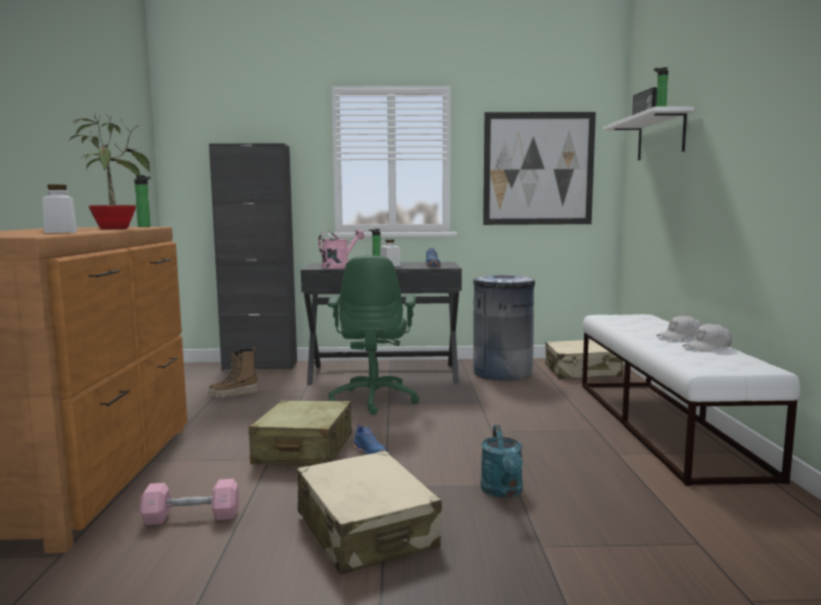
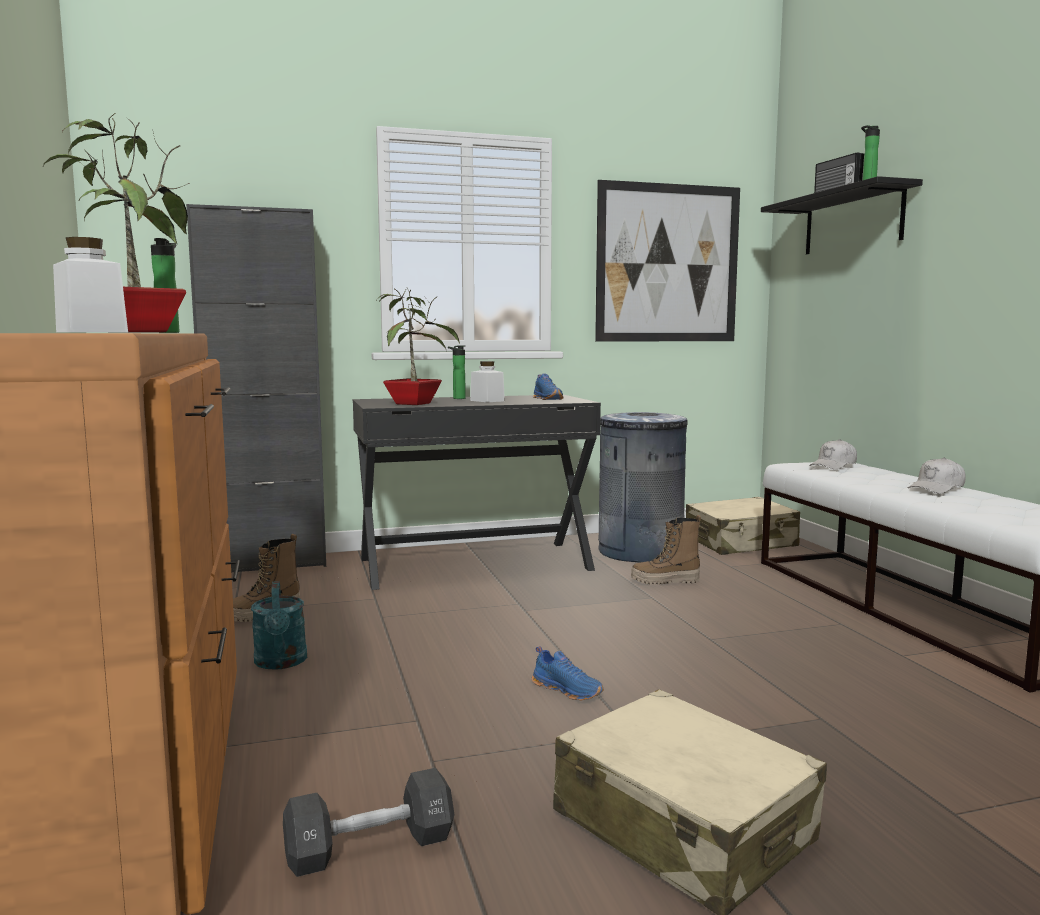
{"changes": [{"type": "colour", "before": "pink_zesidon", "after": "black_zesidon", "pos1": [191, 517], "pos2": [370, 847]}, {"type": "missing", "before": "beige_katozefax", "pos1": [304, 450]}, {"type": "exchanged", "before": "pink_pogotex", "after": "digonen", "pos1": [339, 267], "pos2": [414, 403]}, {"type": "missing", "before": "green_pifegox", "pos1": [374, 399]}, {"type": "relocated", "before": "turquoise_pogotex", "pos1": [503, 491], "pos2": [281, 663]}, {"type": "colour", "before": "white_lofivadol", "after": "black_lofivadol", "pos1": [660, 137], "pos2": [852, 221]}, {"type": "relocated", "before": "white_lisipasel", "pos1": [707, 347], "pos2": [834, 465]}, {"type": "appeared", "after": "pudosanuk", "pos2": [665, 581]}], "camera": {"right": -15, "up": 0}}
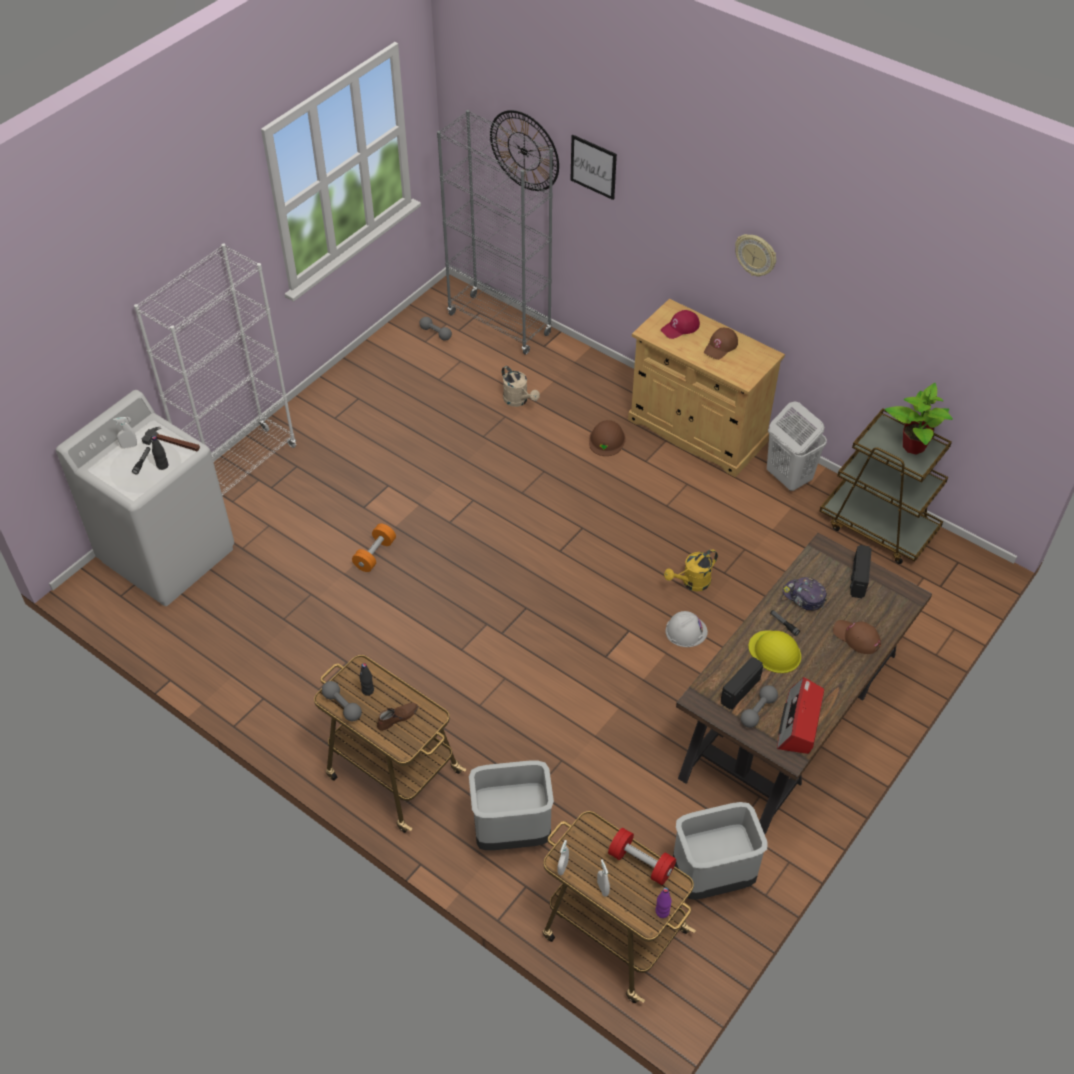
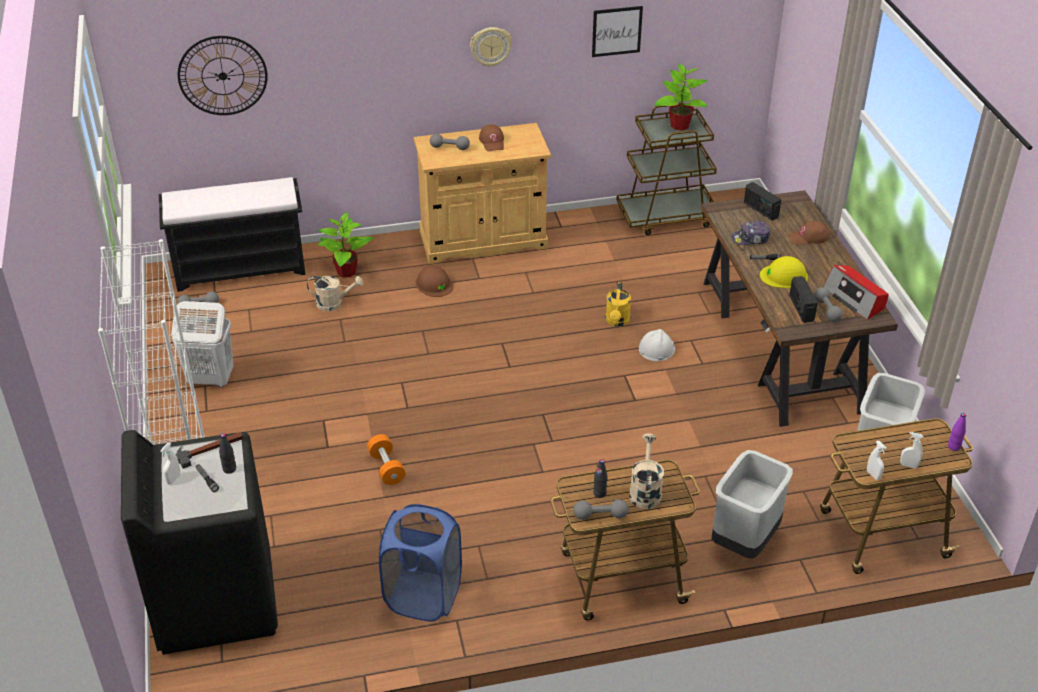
{"changes": [{"type": "colour", "before": "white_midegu", "after": "black_midegu", "pos1": [168, 554], "pos2": [215, 600]}, {"type": "exchanged", "before": "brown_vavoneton", "after": "beige_pogotex", "pos1": [397, 717], "pos2": [645, 491]}, {"type": "exchanged", "before": "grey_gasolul", "after": "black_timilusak", "pos1": [500, 324], "pos2": [241, 268]}, {"type": "relocated", "before": "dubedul", "pos1": [593, 167], "pos2": [616, 31]}, {"type": "missing", "before": "red_zesidon", "pos1": [641, 863]}, {"type": "exchanged", "before": "red_lisipasel", "after": "grey_zesidon", "pos1": [680, 328], "pos2": [449, 147]}, {"type": "relocated", "before": "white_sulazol", "pos1": [788, 477], "pos2": [210, 379]}, {"type": "appeared", "after": "digonen", "pos2": [346, 272]}, {"type": "appeared", "after": "blue_sulazol", "pos2": [423, 596]}], "camera": {"right": -50, "up": -10}}
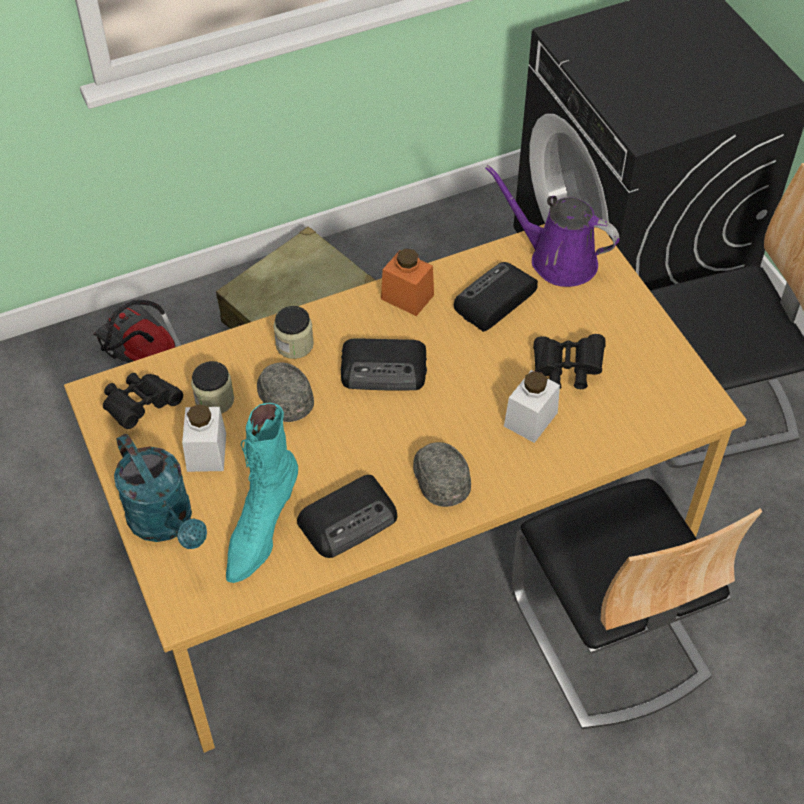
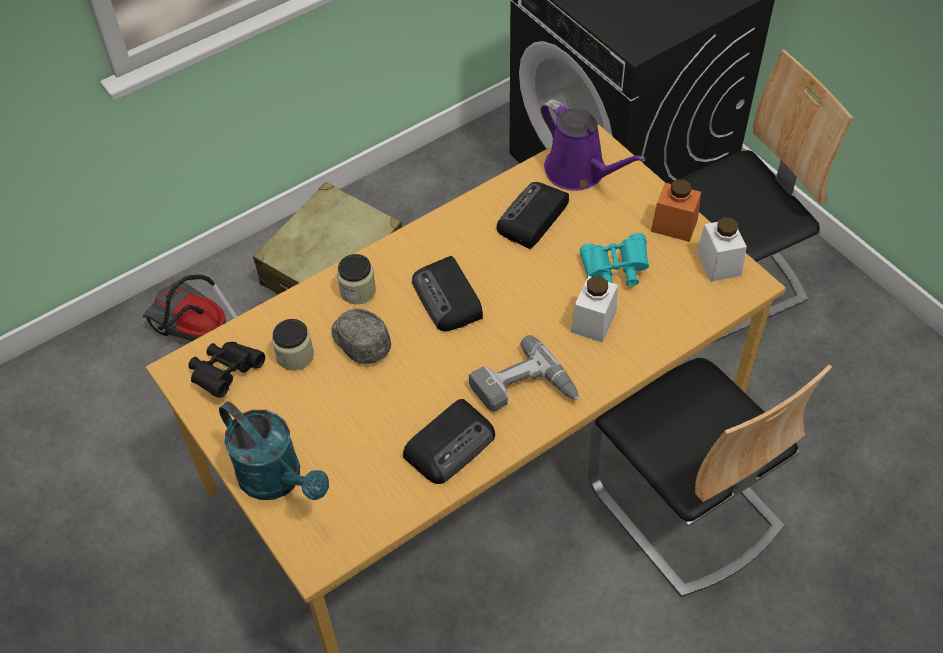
{"changes": [{"type": "relocated", "before": "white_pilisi", "pos1": [206, 452], "pos2": [719, 263]}, {"type": "missing", "before": "turquoise_pudosanuk", "pos1": [261, 530]}, {"type": "spun", "before": "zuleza", "pos1": [385, 369], "pos2": [448, 299], "turn": 75}, {"type": "relocated", "before": "orange_pilisi", "pos1": [407, 297], "pos2": [674, 225]}, {"type": "exchanged", "before": "grey_lisipasel", "after": "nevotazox", "pos1": [439, 478], "pos2": [524, 390]}, {"type": "spun", "before": "purple_pogotex", "pos1": [557, 259], "pos2": [579, 172], "turn": -150}, {"type": "colour", "before": "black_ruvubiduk", "after": "turquoise_ruvubiduk", "pos1": [566, 370], "pos2": [614, 271]}], "camera": {"right": -10, "up": 0}}
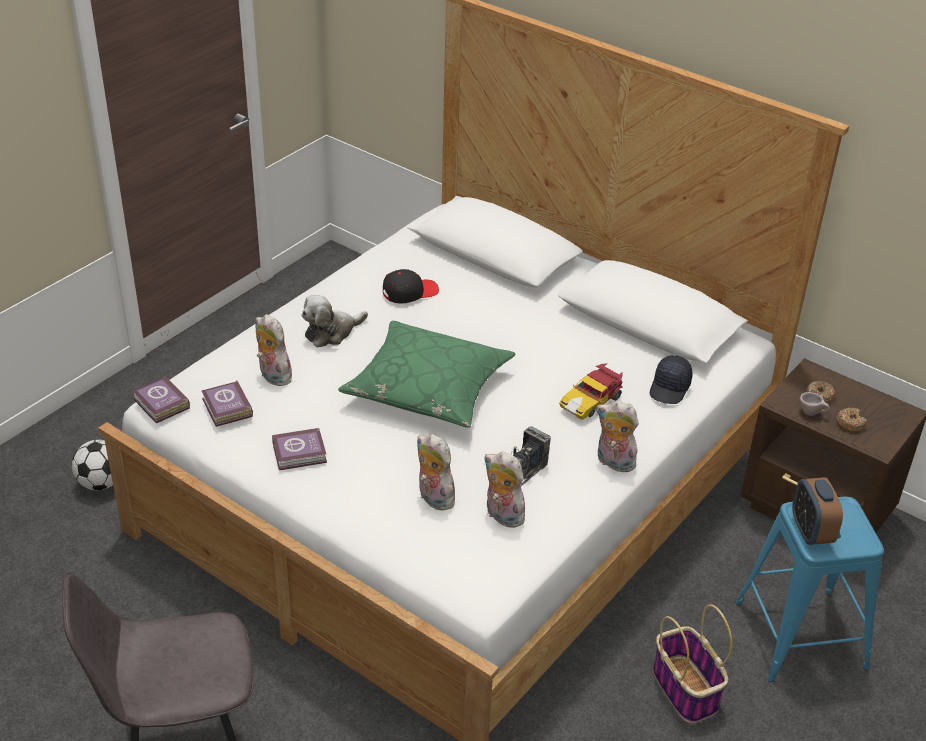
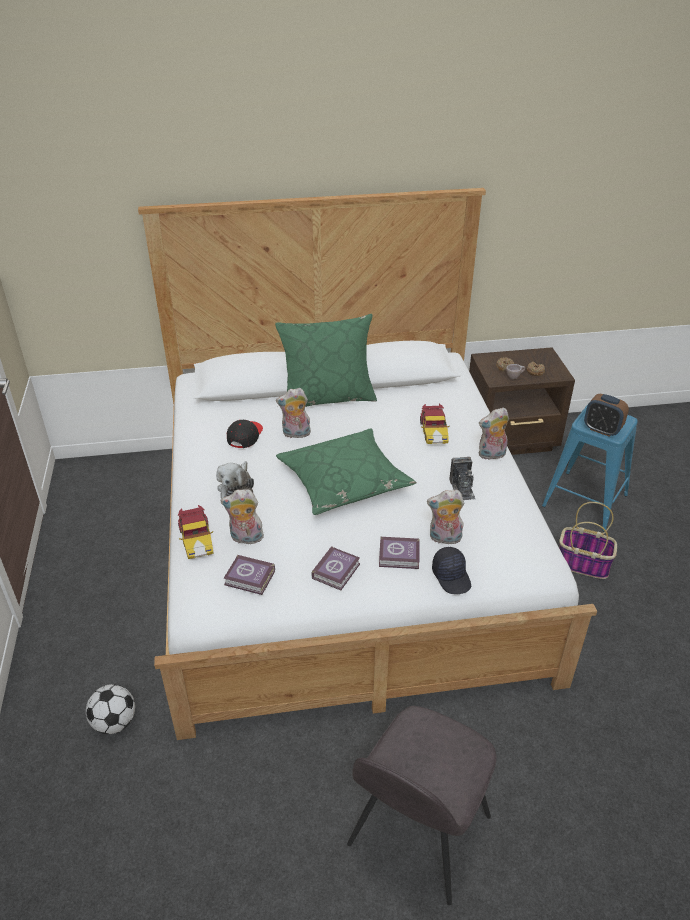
{"changes": [{"type": "relocated", "before": "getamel", "pos1": [161, 405], "pos2": [400, 556]}, {"type": "relocated", "before": "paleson", "pos1": [501, 516], "pos2": [295, 434]}, {"type": "relocated", "before": "black_lisipasel", "pos1": [670, 388], "pos2": [452, 576]}, {"type": "appeared", "after": "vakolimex", "pos2": [196, 540]}, {"type": "appeared", "after": "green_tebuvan", "pos2": [327, 397]}], "camera": {"right": -45, "up": 0}}
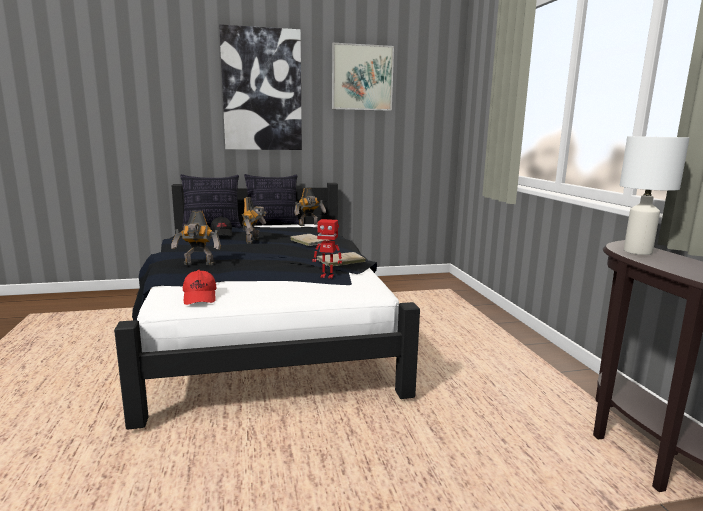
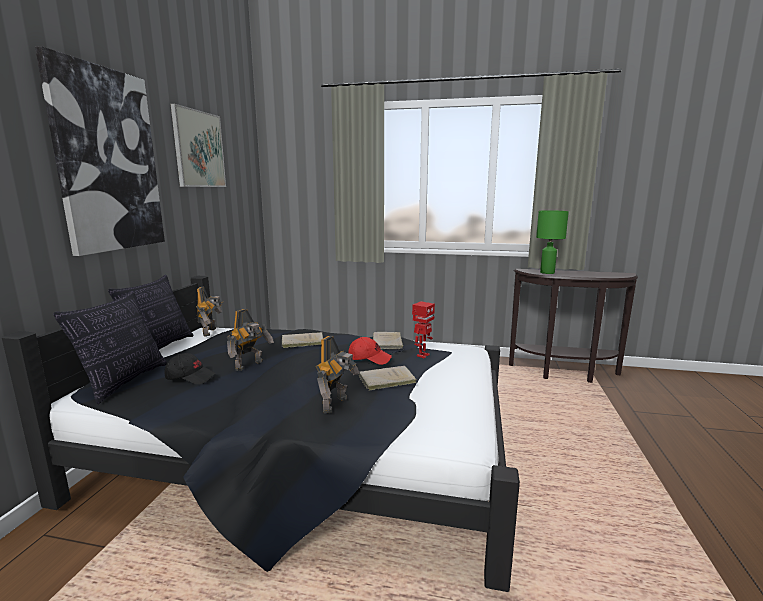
{"changes": [{"type": "relocated", "before": "red_lisipasel", "pos1": [200, 297], "pos2": [369, 358]}, {"type": "spun", "before": "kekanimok", "pos1": [254, 241], "pos2": [250, 365], "turn": 90}, {"type": "colour", "before": "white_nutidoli", "after": "green_nutidoli", "pos1": [638, 252], "pos2": [547, 272]}, {"type": "appeared", "after": "beige_getamel", "pos2": [385, 380]}], "camera": {"right": -65, "up": 0}}
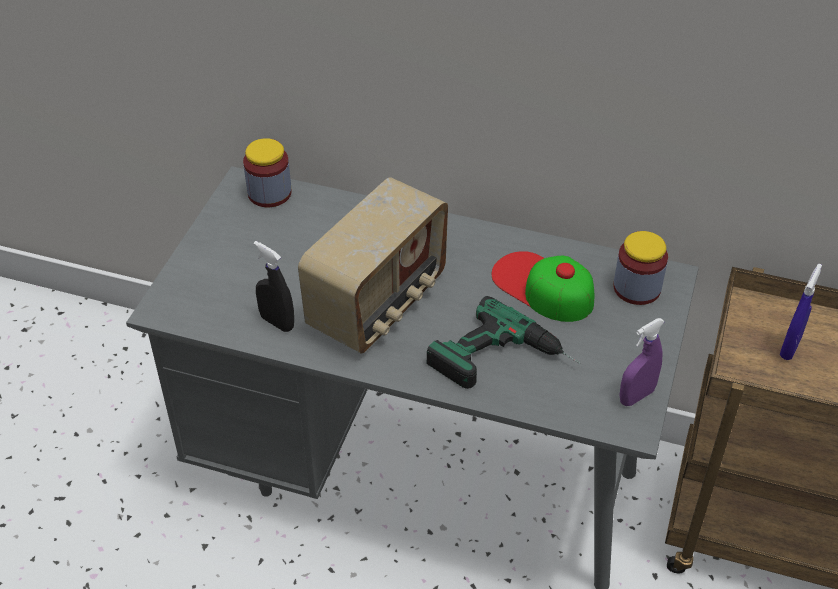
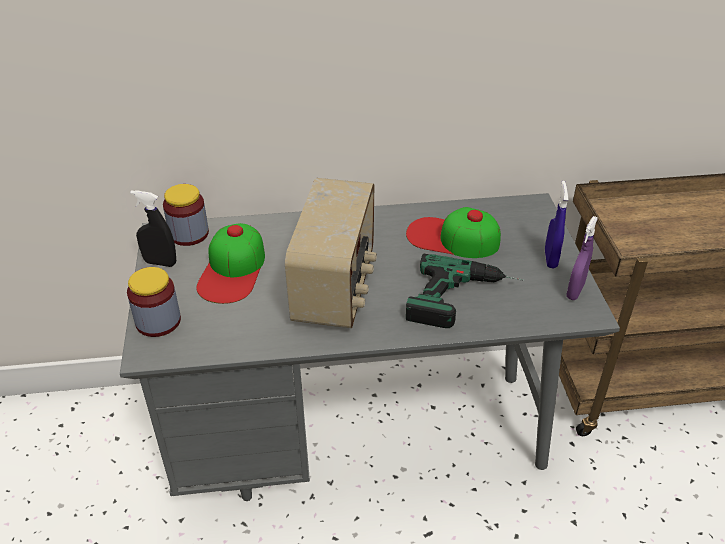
{"changes": [{"type": "relocated", "before": "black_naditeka", "pos1": [277, 322], "pos2": [160, 263]}, {"type": "relocated", "before": "pilisi", "pos1": [637, 288], "pos2": [158, 321]}, {"type": "relocated", "before": "blue_naditeka", "pos1": [790, 347], "pos2": [550, 259]}, {"type": "appeared", "after": "lisipasel", "pos2": [233, 270]}], "camera": {"right": -25, "up": -5}}
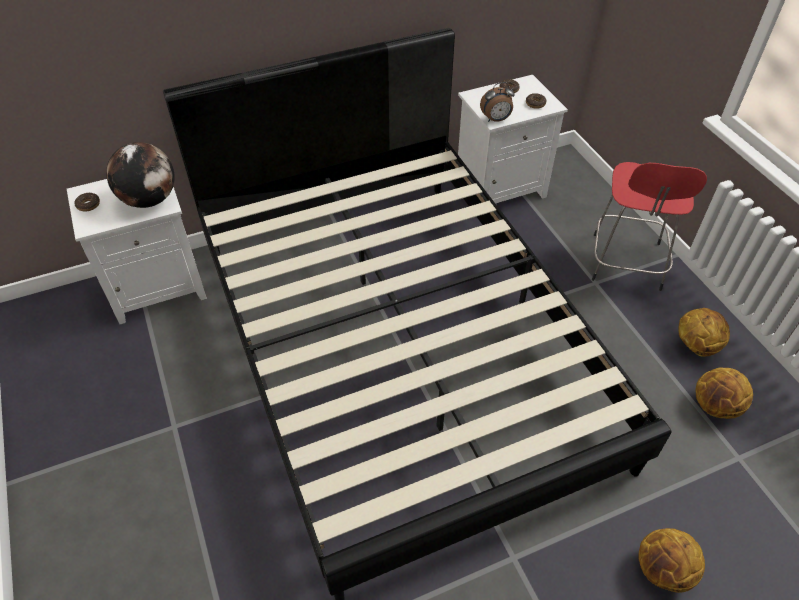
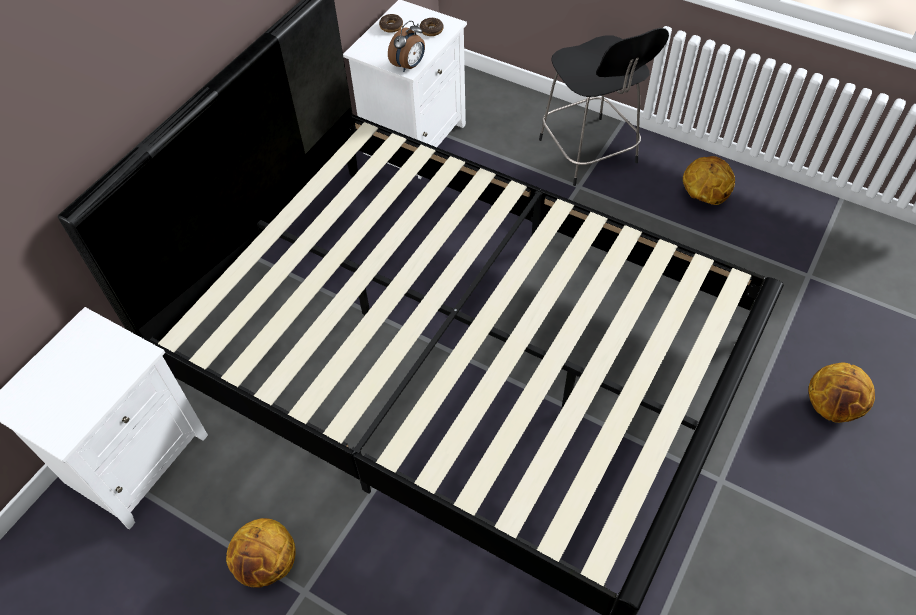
{"changes": [{"type": "missing", "before": "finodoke", "pos1": [88, 205]}, {"type": "missing", "before": "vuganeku", "pos1": [150, 200]}, {"type": "colour", "before": "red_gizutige", "after": "black_gizutige", "pos1": [626, 264], "pos2": [589, 153]}, {"type": "relocated", "before": "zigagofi", "pos1": [715, 407], "pos2": [268, 564]}], "camera": {"right": -35, "up": 5}}
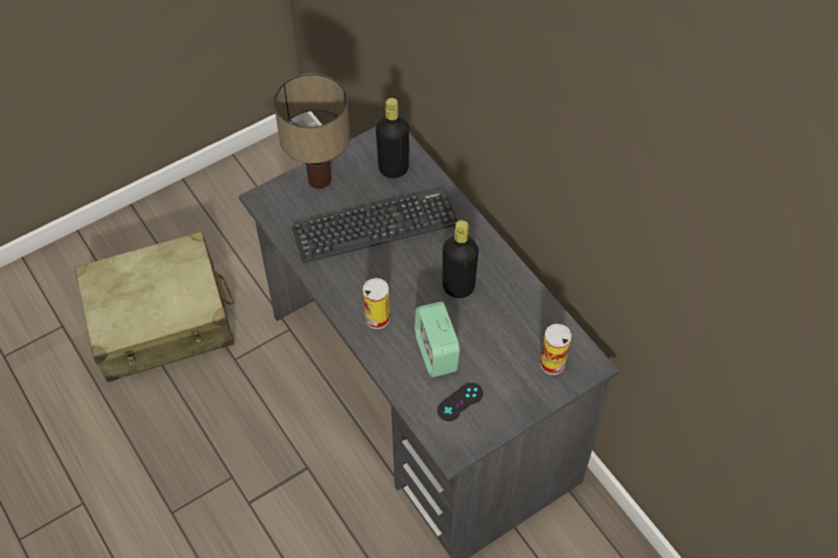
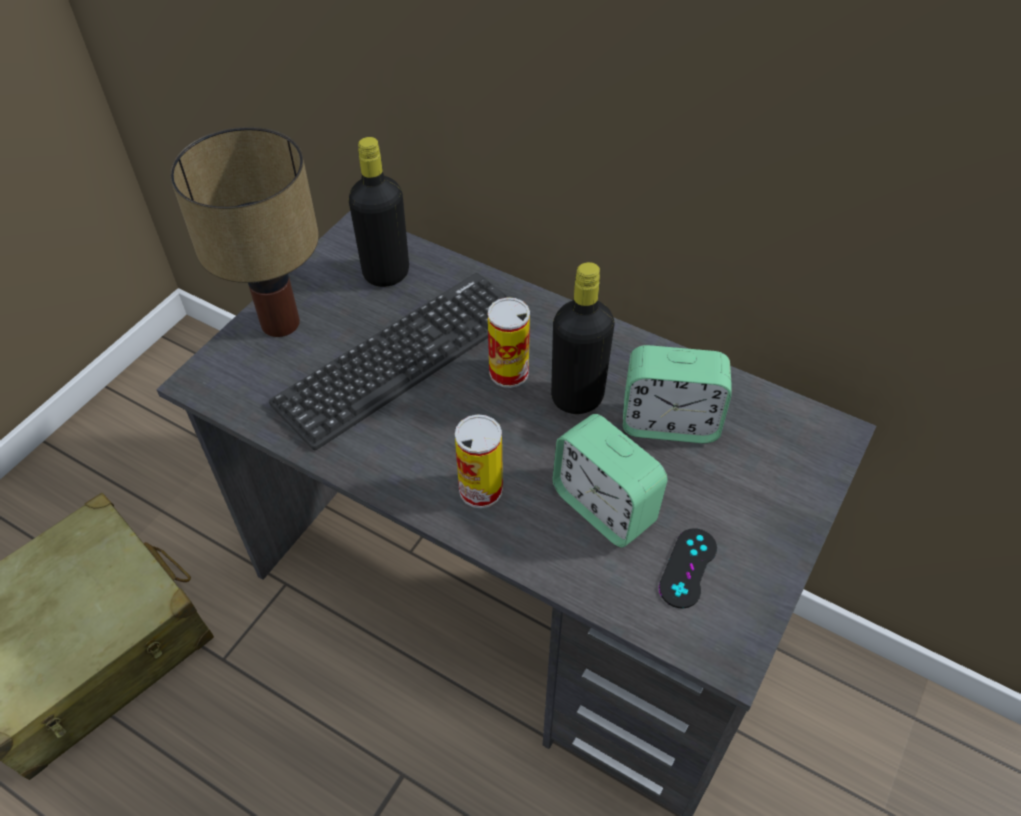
{"changes": [{"type": "relocated", "before": "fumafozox", "pos1": [552, 363], "pos2": [509, 372]}, {"type": "appeared", "after": "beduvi", "pos2": [669, 423]}], "camera": {"right": -25, "up": -5}}
